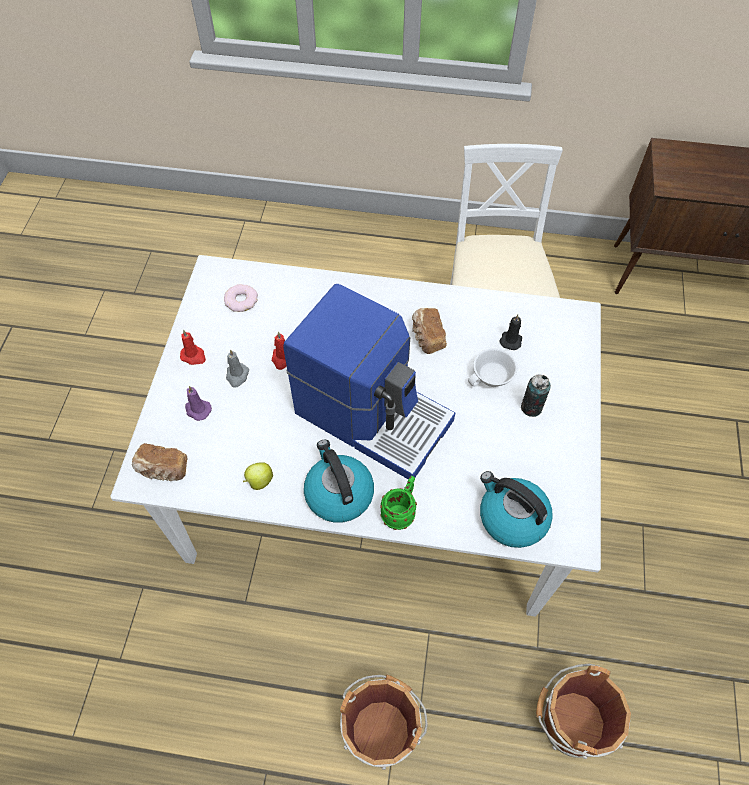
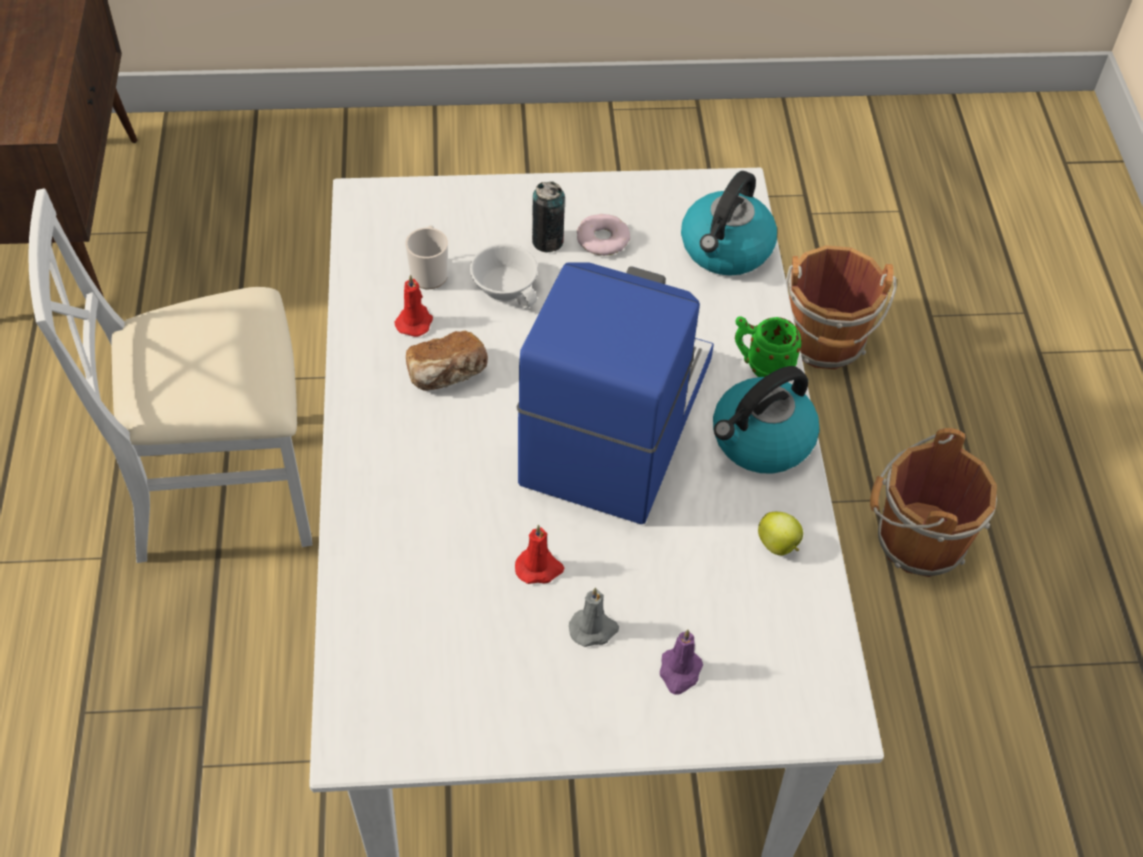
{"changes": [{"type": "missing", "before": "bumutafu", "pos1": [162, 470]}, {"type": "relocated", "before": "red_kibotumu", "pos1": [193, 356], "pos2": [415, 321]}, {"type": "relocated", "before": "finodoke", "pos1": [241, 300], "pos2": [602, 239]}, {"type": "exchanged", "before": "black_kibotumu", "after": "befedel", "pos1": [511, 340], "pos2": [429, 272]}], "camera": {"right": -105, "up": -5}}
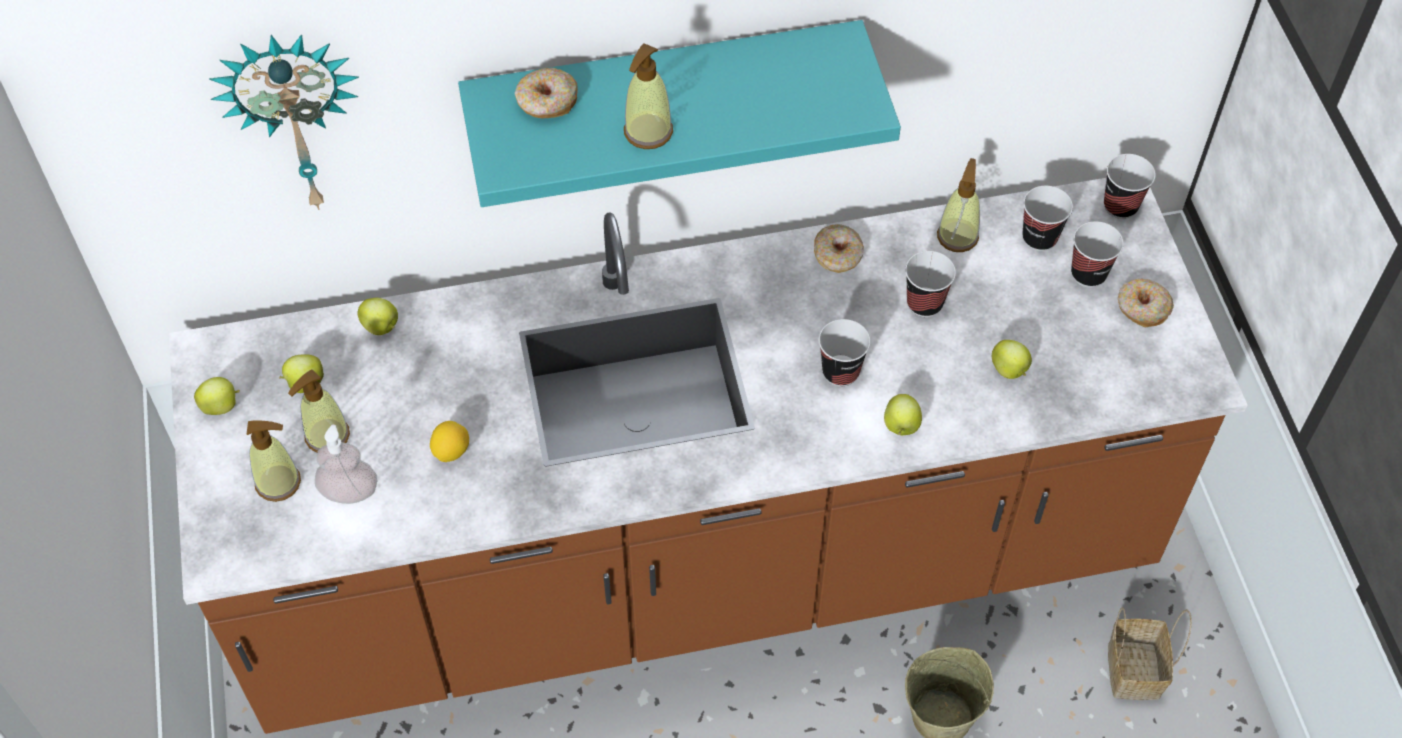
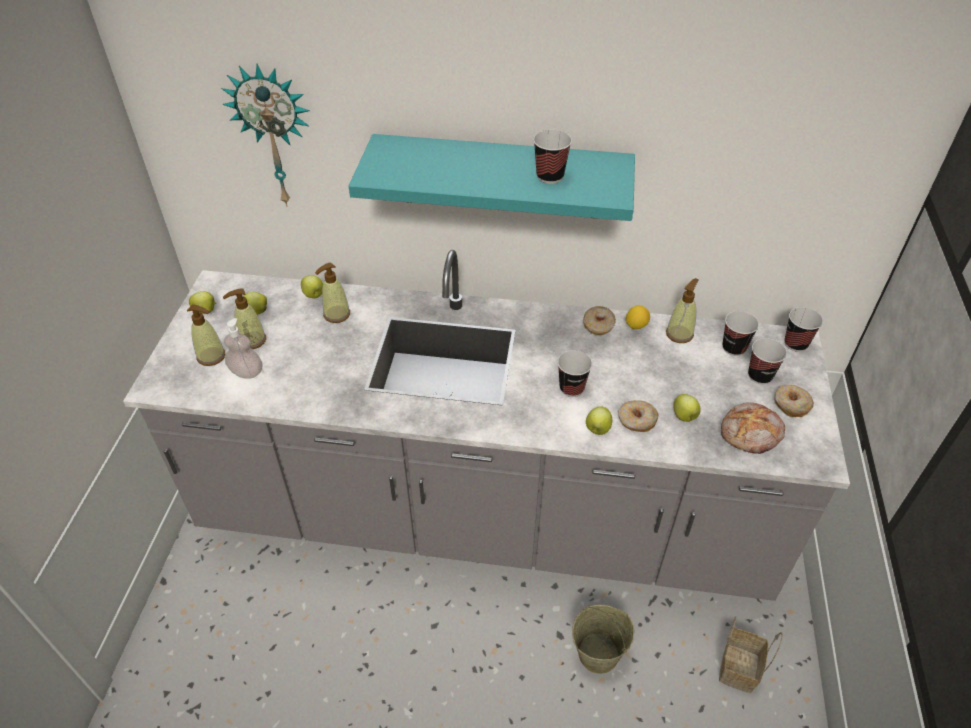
{"changes": [{"type": "colour", "before": "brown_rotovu", "after": "grey_rotovu", "pos1": [701, 564], "pos2": [485, 514]}, {"type": "relocated", "before": "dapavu", "pos1": [451, 451], "pos2": [636, 325]}, {"type": "relocated", "before": "finodoke", "pos1": [547, 102], "pos2": [636, 421]}, {"type": "relocated", "before": "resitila", "pos1": [648, 132], "pos2": [336, 314]}, {"type": "relocated", "before": "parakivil", "pos1": [924, 303], "pos2": [550, 176]}, {"type": "appeared", "after": "bumutafu", "pos2": [751, 434]}], "camera": {"right": 20, "up": -10}}
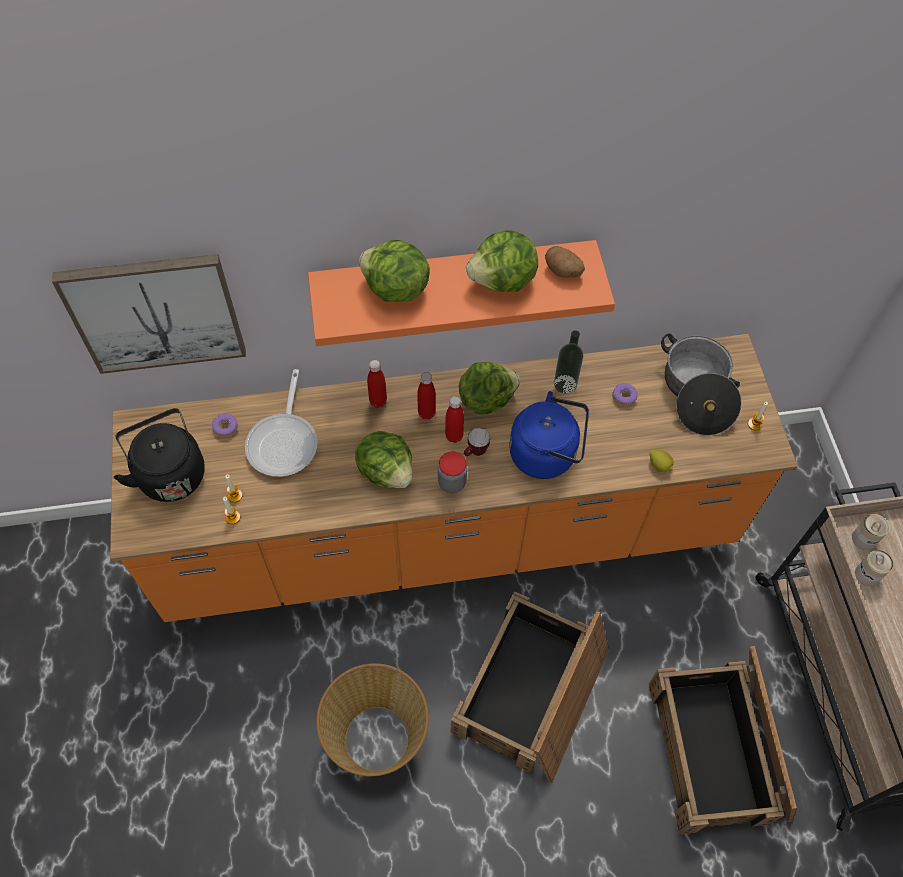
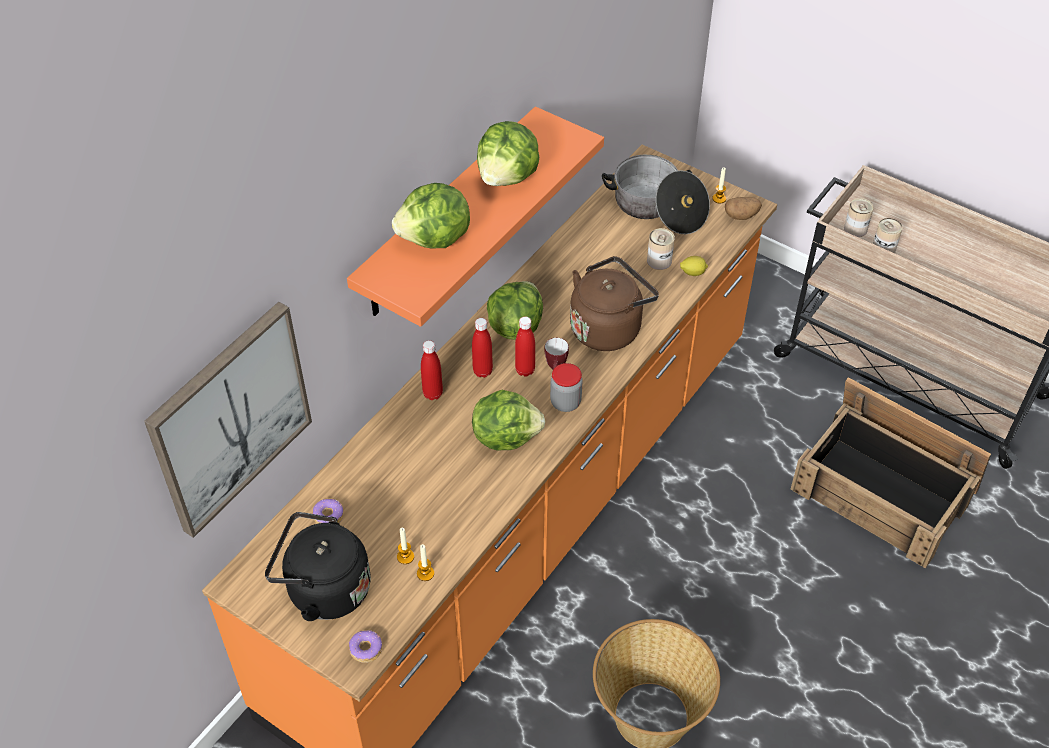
{"changes": [{"type": "missing", "before": "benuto", "pos1": [284, 442]}, {"type": "missing", "before": "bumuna", "pos1": [532, 693]}, {"type": "colour", "before": "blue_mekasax", "after": "brown_mekasax", "pos1": [547, 454], "pos2": [608, 327]}, {"type": "relocated", "before": "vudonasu", "pos1": [563, 271], "pos2": [741, 216]}, {"type": "missing", "before": "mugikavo", "pos1": [565, 384]}, {"type": "relocated", "before": "finodoke", "pos1": [624, 397], "pos2": [365, 649]}, {"type": "appeared", "after": "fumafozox", "pos2": [659, 261]}], "camera": {"right": -45, "up": -10}}
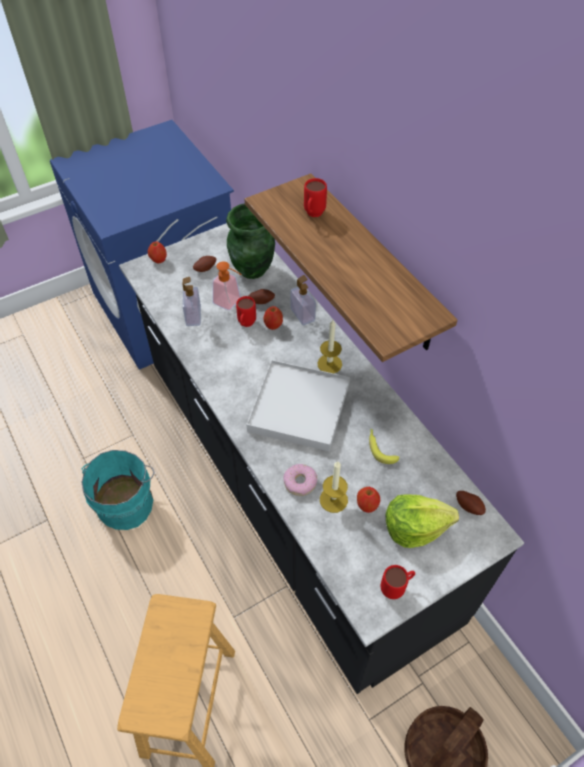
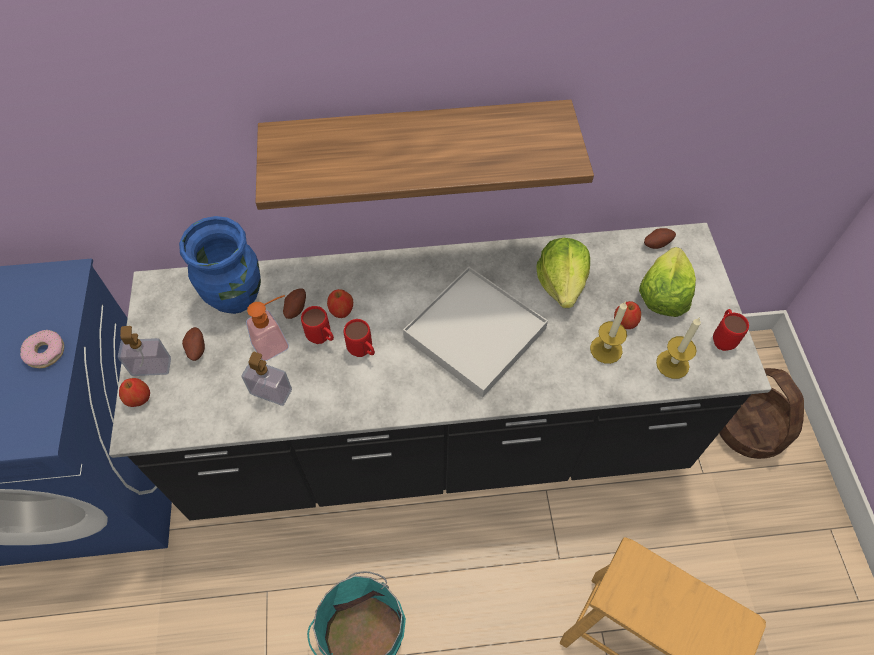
{"changes": [{"type": "colour", "before": "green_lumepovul", "after": "blue_lumepovul", "pos1": [253, 270], "pos2": [237, 298]}, {"type": "relocated", "before": "finodoke", "pos1": [300, 482], "pos2": [45, 352]}, {"type": "relocated", "before": "resitila", "pos1": [302, 315], "pos2": [151, 367]}, {"type": "relocated", "before": "red_befedel", "pos1": [313, 215], "pos2": [363, 353]}, {"type": "relocated", "before": "kibotumu", "pos1": [329, 364], "pos2": [672, 364]}, {"type": "exchanged", "before": "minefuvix", "after": "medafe", "pos1": [380, 448], "pos2": [562, 283]}], "camera": {"right": -65, "up": 5}}
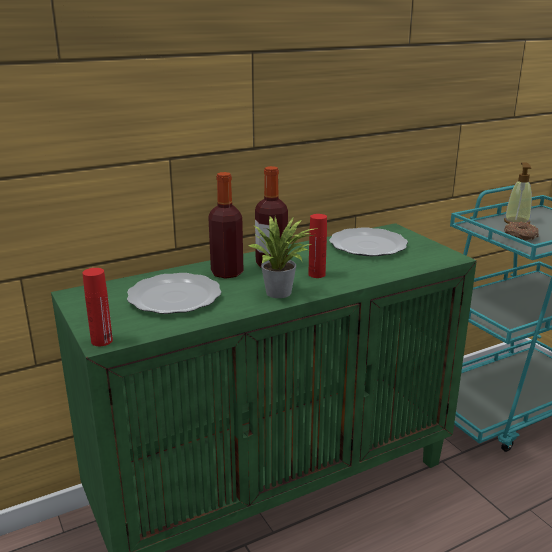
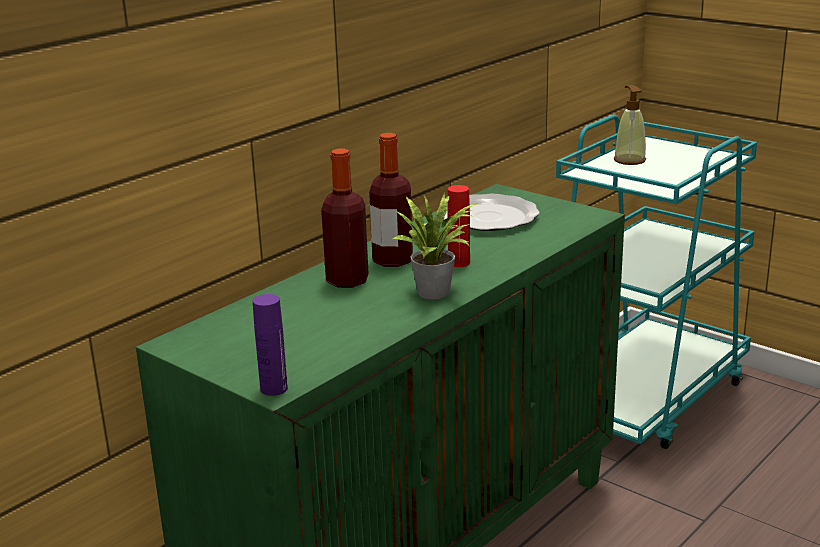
{"changes": [{"type": "colour", "before": "red_mugikavo", "after": "purple_mugikavo", "pos1": [102, 341], "pos2": [274, 389]}, {"type": "missing", "before": "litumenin", "pos1": [175, 297]}, {"type": "missing", "before": "finodoke", "pos1": [520, 236]}], "camera": {"right": -20, "up": 0}}
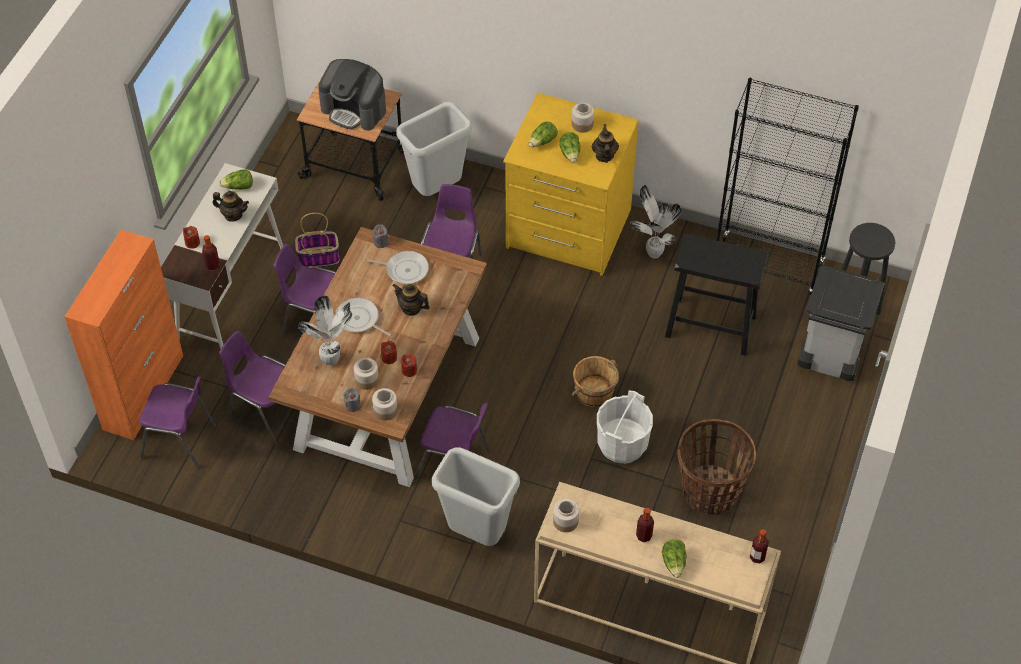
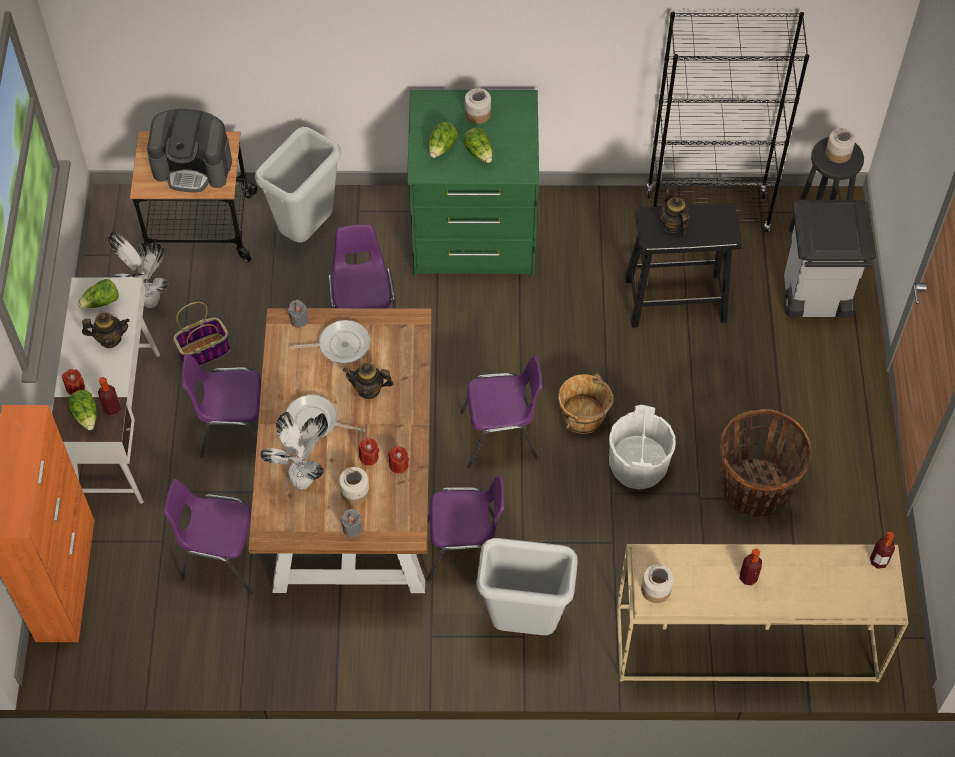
{"changes": [{"type": "relocated", "before": "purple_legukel", "pos1": [181, 442], "pos2": [501, 436]}, {"type": "relocated", "before": "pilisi", "pos1": [385, 410], "pos2": [837, 153]}, {"type": "colour", "before": "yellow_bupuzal", "after": "green_bupuzal", "pos1": [568, 230], "pos2": [474, 235]}, {"type": "relocated", "before": "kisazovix", "pos1": [604, 156], "pos2": [672, 224]}, {"type": "relocated", "before": "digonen", "pos1": [653, 252], "pos2": [149, 301]}, {"type": "relocated", "before": "medafe", "pos1": [674, 563], "pos2": [86, 415]}], "camera": {"right": -20, "up": 5}}
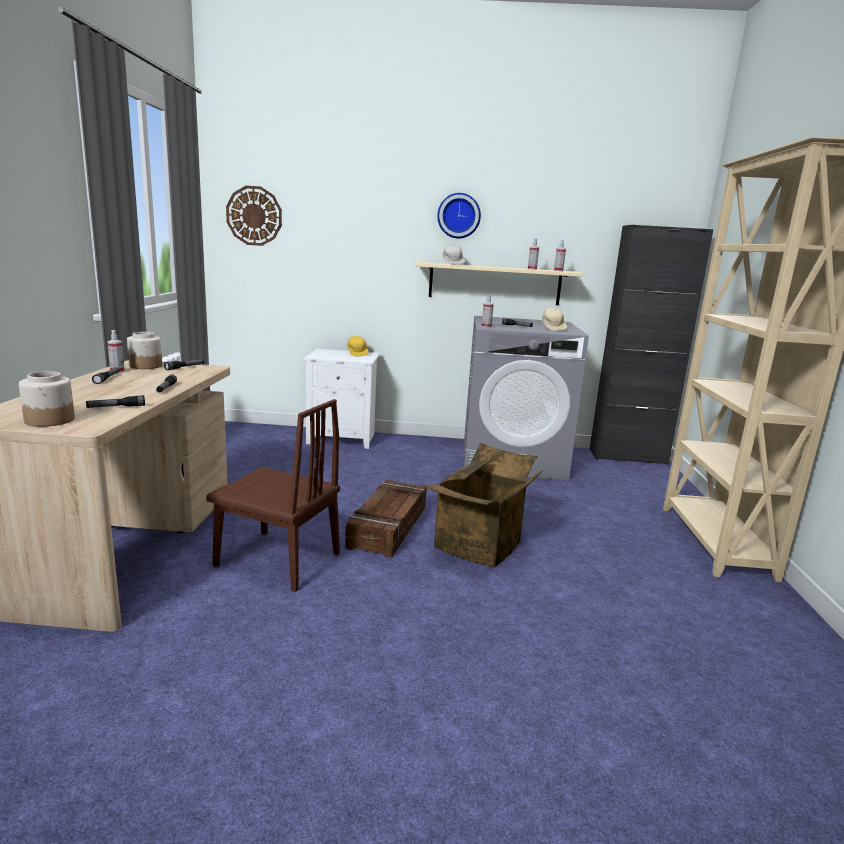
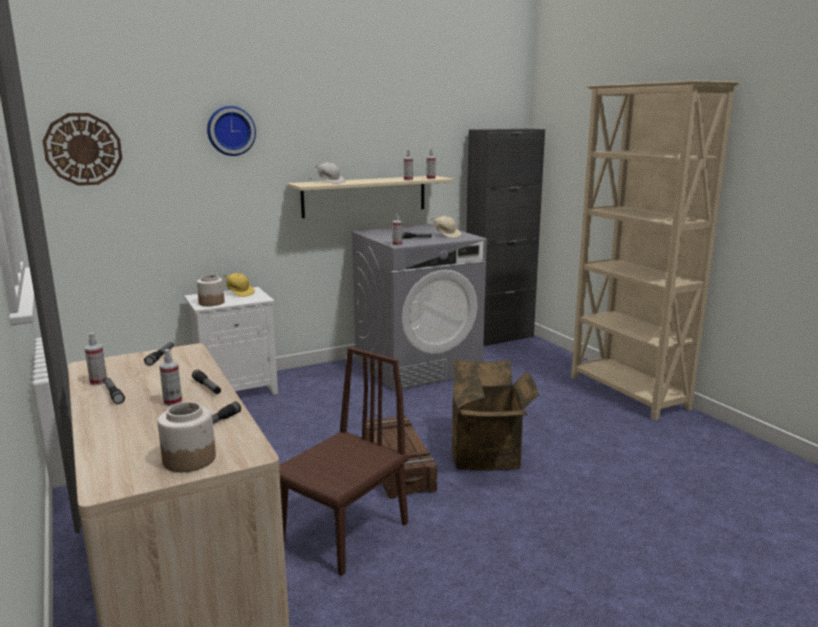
{"changes": [{"type": "relocated", "before": "pilisi", "pos1": [146, 366], "pos2": [211, 303]}, {"type": "spun", "before": "brown_legukel", "pos1": [277, 559], "pos2": [344, 533], "turn": -45}, {"type": "relocated", "before": "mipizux", "pos1": [459, 216], "pos2": [230, 131]}, {"type": "appeared", "after": "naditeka", "pos2": [173, 402]}], "camera": {"right": -30, "up": 0}}
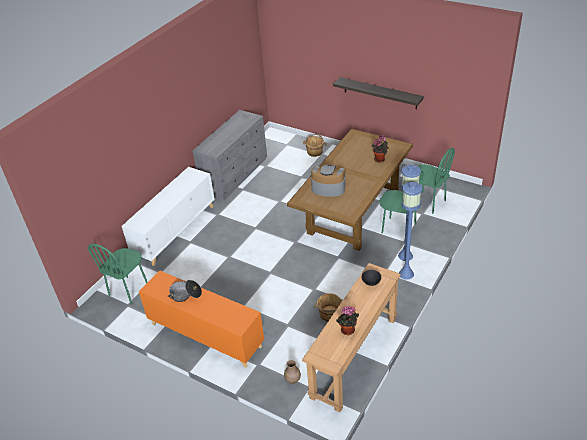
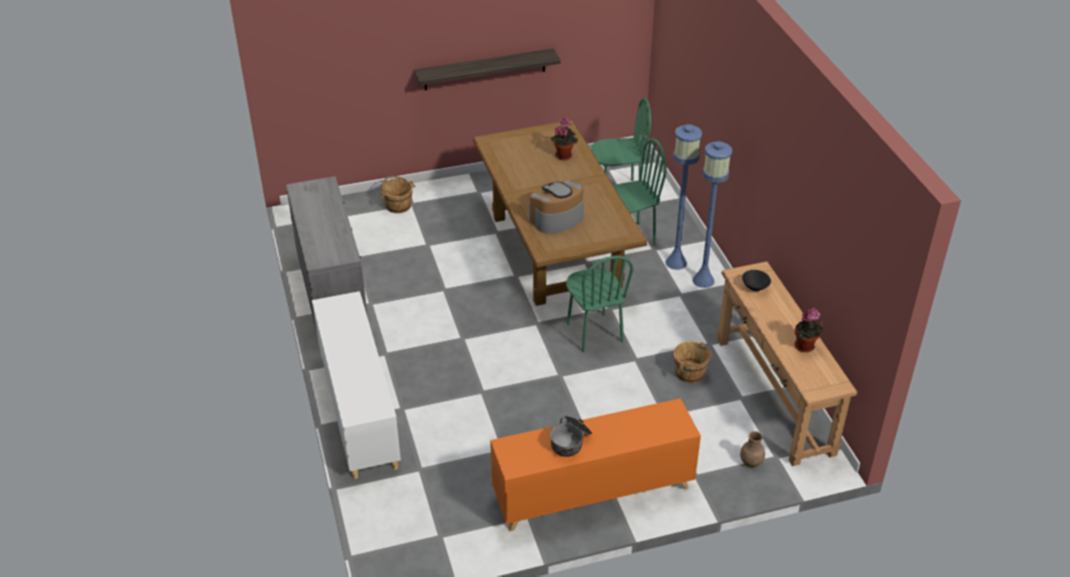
{"changes": [{"type": "relocated", "before": "green_legukel", "pos1": [129, 290], "pos2": [594, 332]}], "camera": {"right": -50, "up": 0}}
